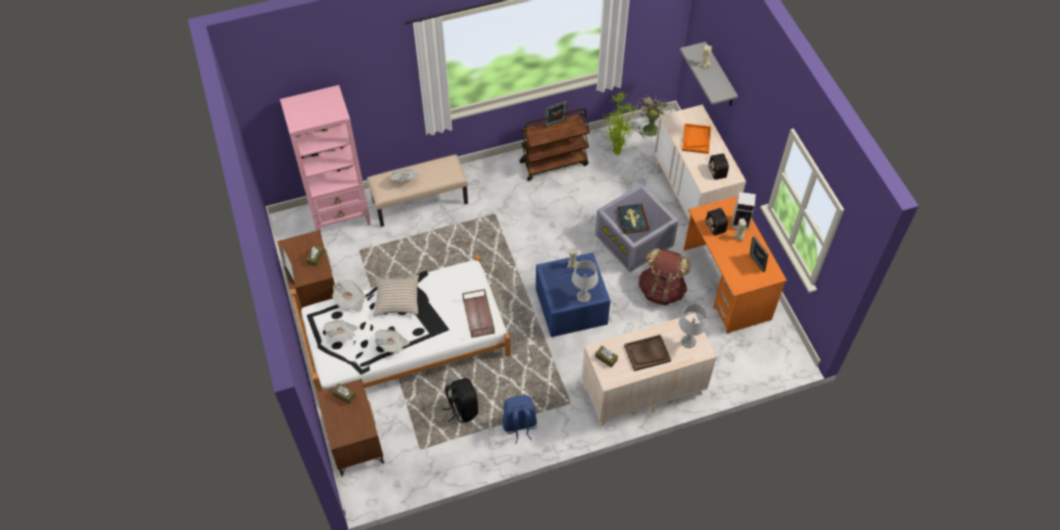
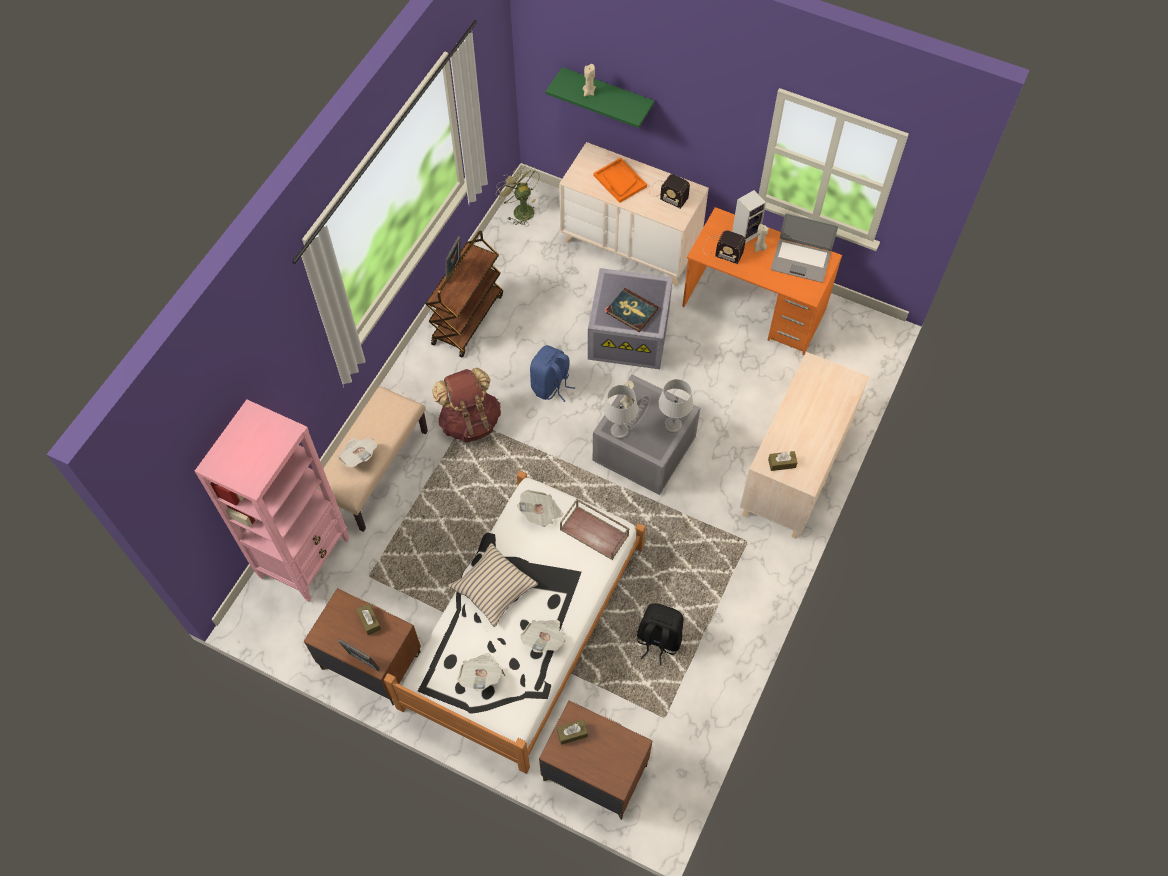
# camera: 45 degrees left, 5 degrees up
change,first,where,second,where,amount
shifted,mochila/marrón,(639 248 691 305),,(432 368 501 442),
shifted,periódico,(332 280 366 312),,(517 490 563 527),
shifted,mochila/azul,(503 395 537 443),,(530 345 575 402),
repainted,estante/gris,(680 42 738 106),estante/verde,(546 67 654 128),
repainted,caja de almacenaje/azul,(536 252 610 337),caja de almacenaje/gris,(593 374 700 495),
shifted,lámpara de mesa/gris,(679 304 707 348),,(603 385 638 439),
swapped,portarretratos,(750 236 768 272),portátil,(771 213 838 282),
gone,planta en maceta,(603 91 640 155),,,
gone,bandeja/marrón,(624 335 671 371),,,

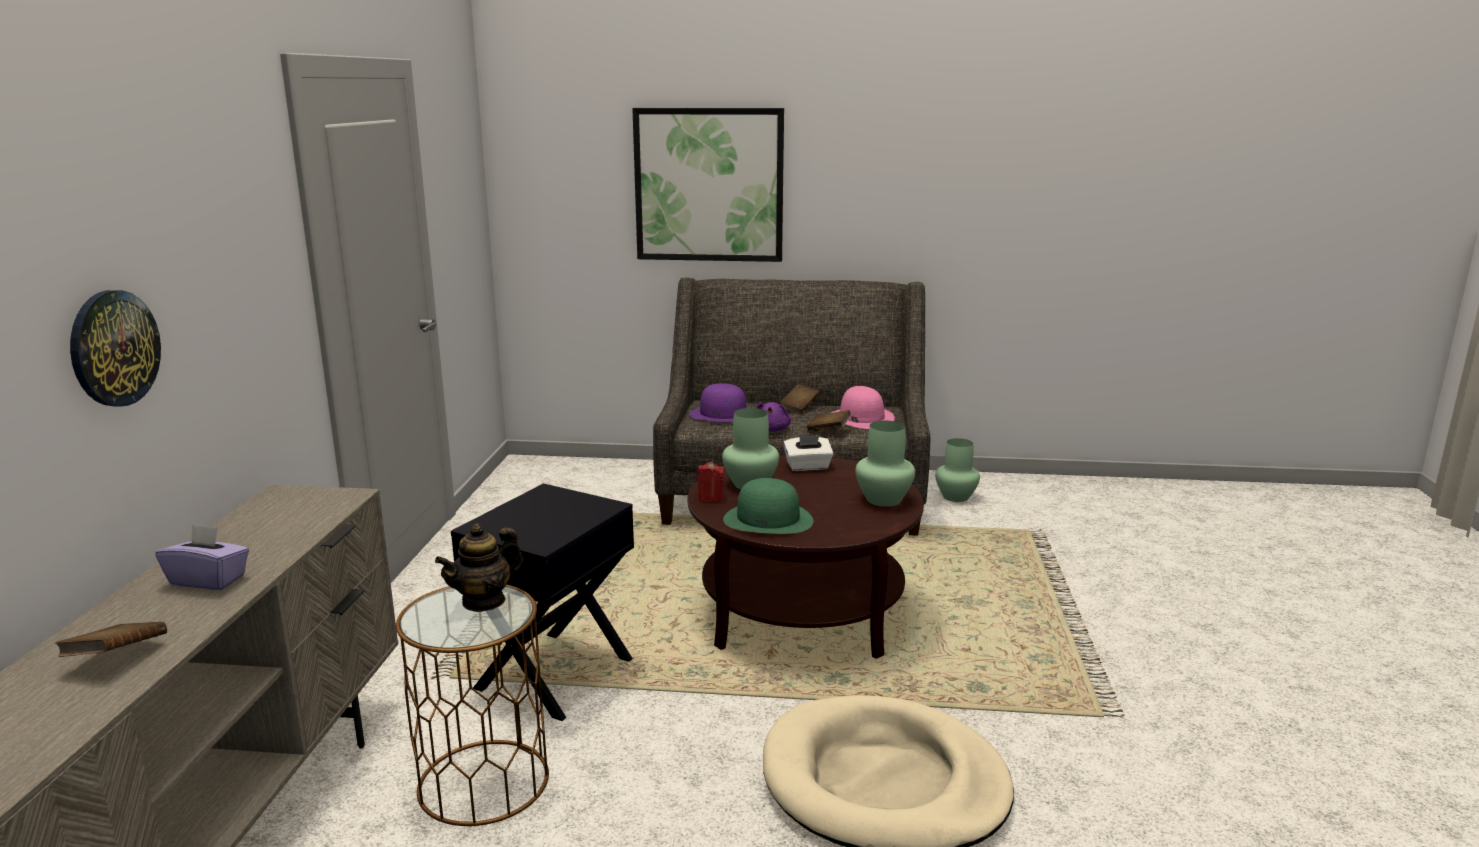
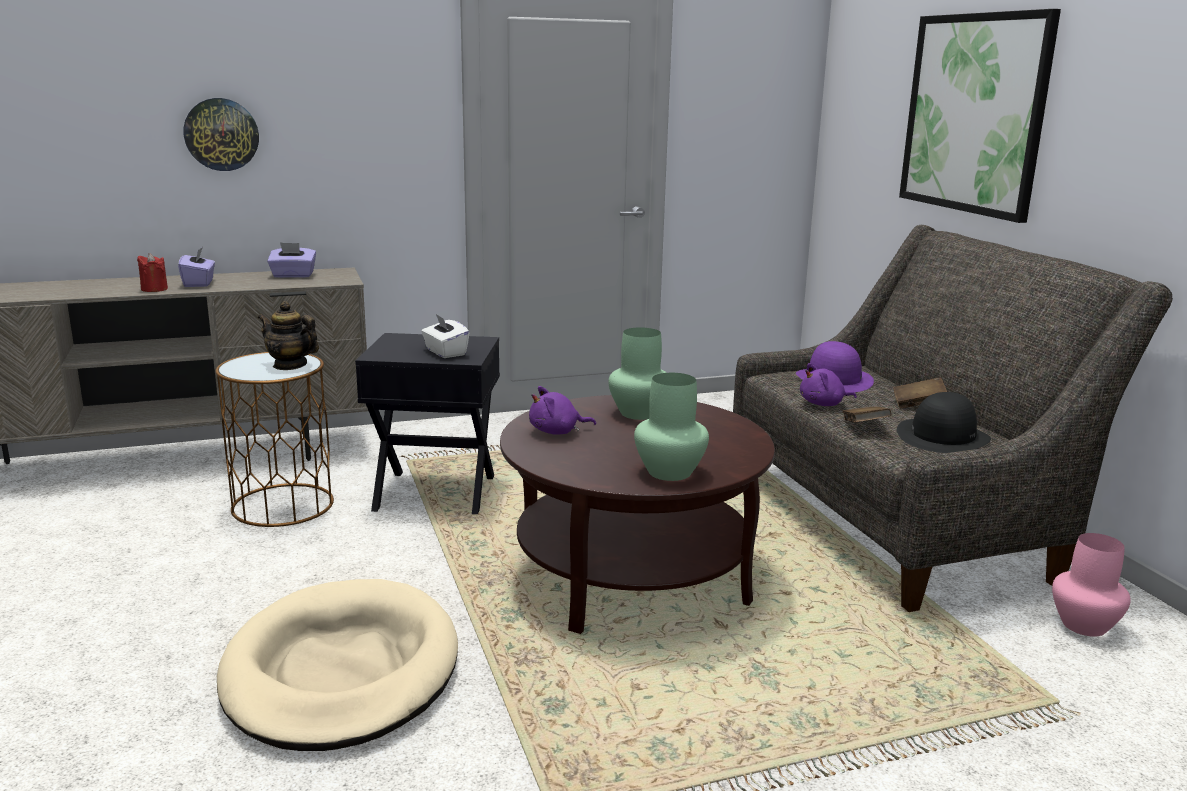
# camera: 65 degrees right, 0 degrees up
change,first,where,second,where,amount
shifted,vela/rojo,(697 462 724 502),,(137 253 168 292),
new,,,caja de pañuelos/morado,(267 242 316 278),
shifted,caja de pañuelos/blanco,(783 435 833 471),,(421 314 469 358),
swapped,sombrero/verde,(723 478 814 534),peluche/morado,(529 386 596 435),
repainted,sombrero/rosa,(831 386 895 429),sombrero/negro,(897 392 991 453),
repainted,florero/verde,(935 438 980 502),florero/rosa,(1052 533 1131 637),
gone,libro/marrón,(55 622 167 657),,,

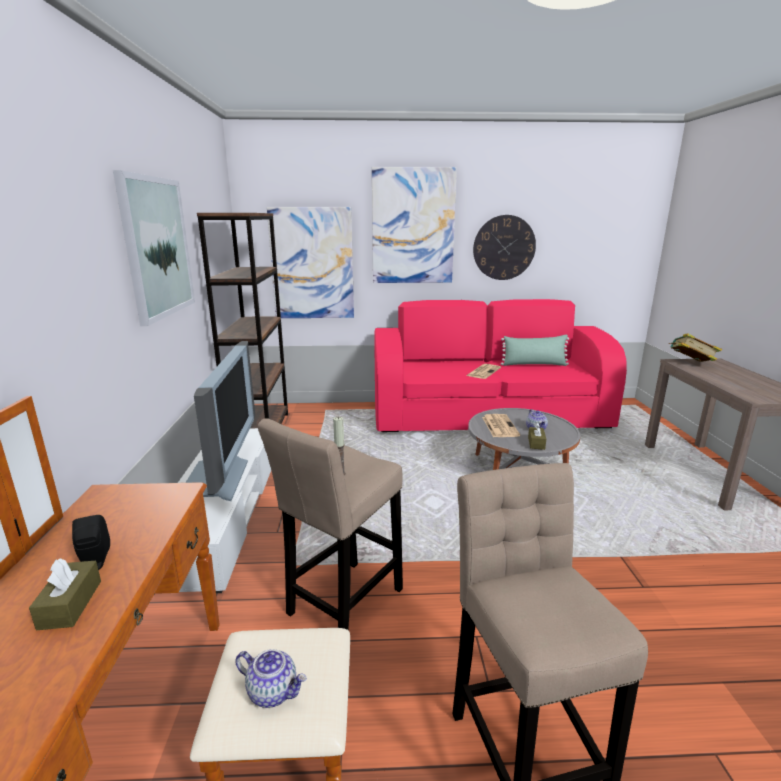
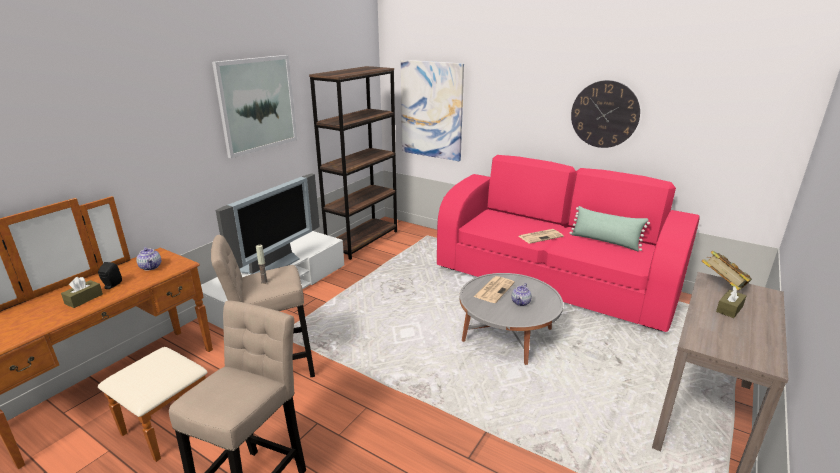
# camera: 35 degrees right, 5 degrees up
change,first,where,second,where,amount
shifted,tetera,(235 649 307 708),,(136 247 161 271),
shifted,caja de pañuelos/marrón,(528 422 546 450),,(716 286 746 318),
gone,cuadro,(372 167 457 283),,,

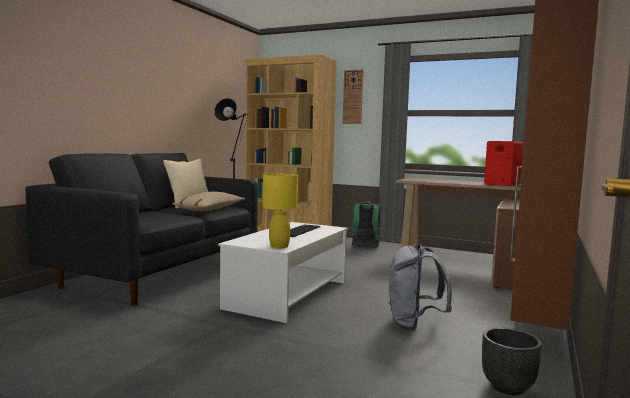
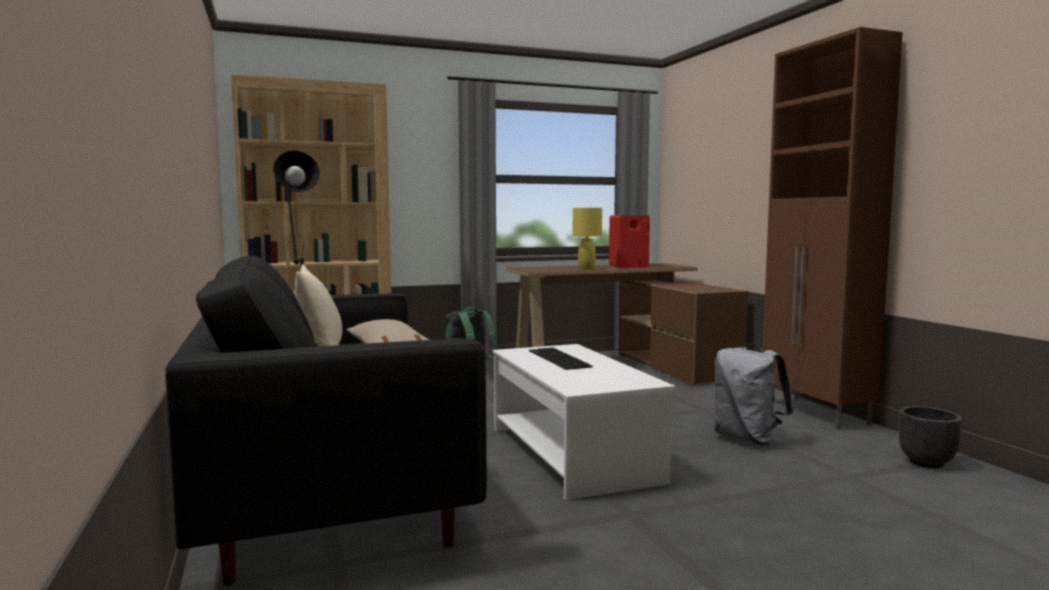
# camera: 45 degrees left, 0 degrees up
change,first,where,second,where,amount
shifted,lámpara de mesa/amarillo,(263 173 298 248),,(573 208 602 270),
gone,reloj de pared,(342 70 363 124),,,

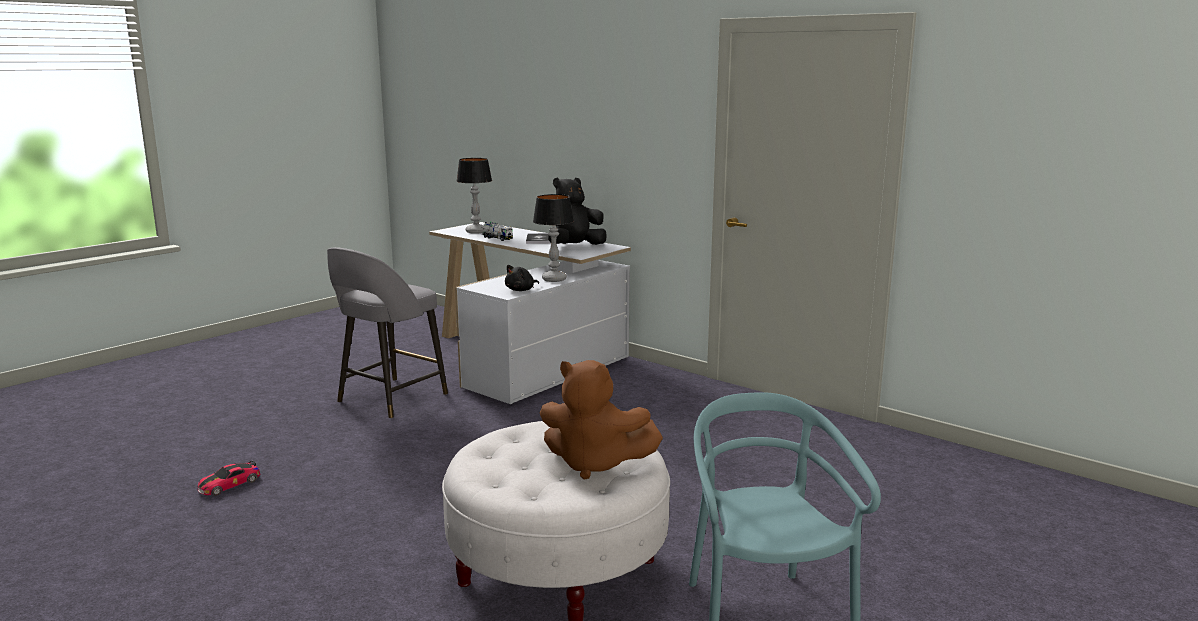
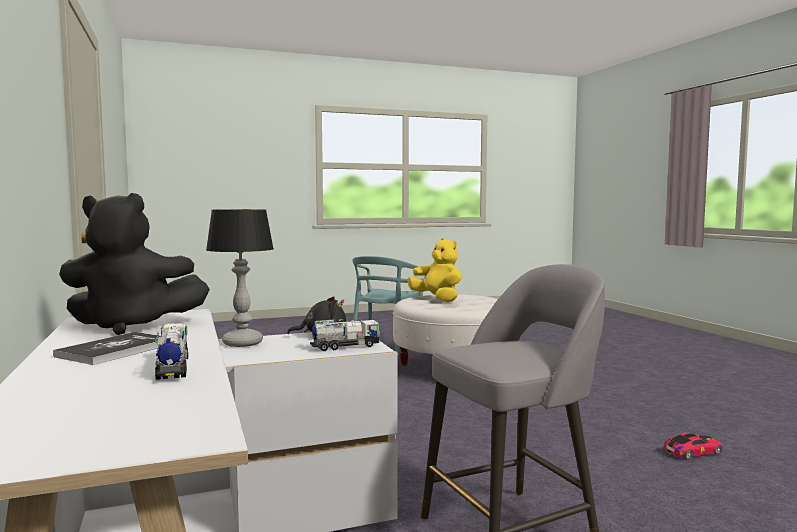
# camera: 150 degrees left, 10 degrees down
change,first,where,second,where,amount
new,,,camión de juguete,(310 319 379 351),
repainted,peluche/marrón,(540 360 663 480),peluche/amarillo,(408 238 462 302),
gone,lámpara de mesa,(457 158 492 234),,,

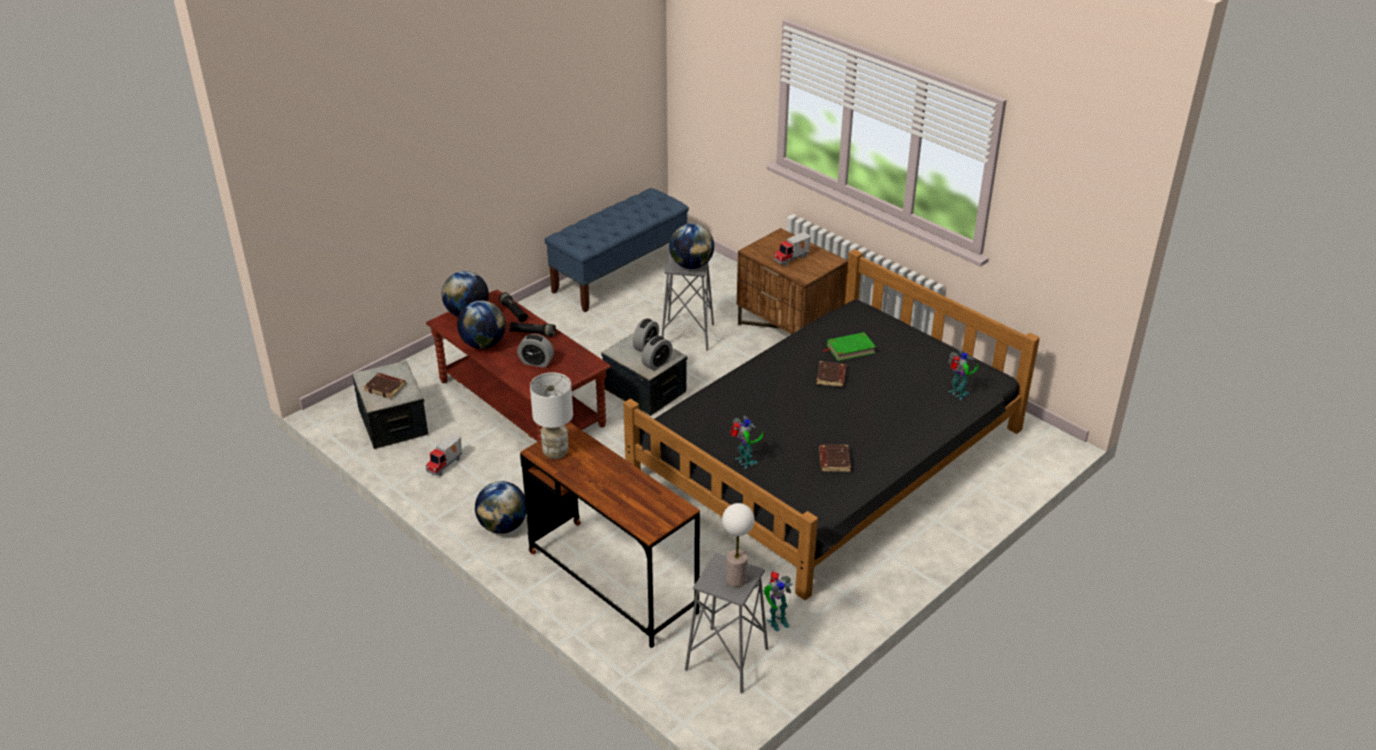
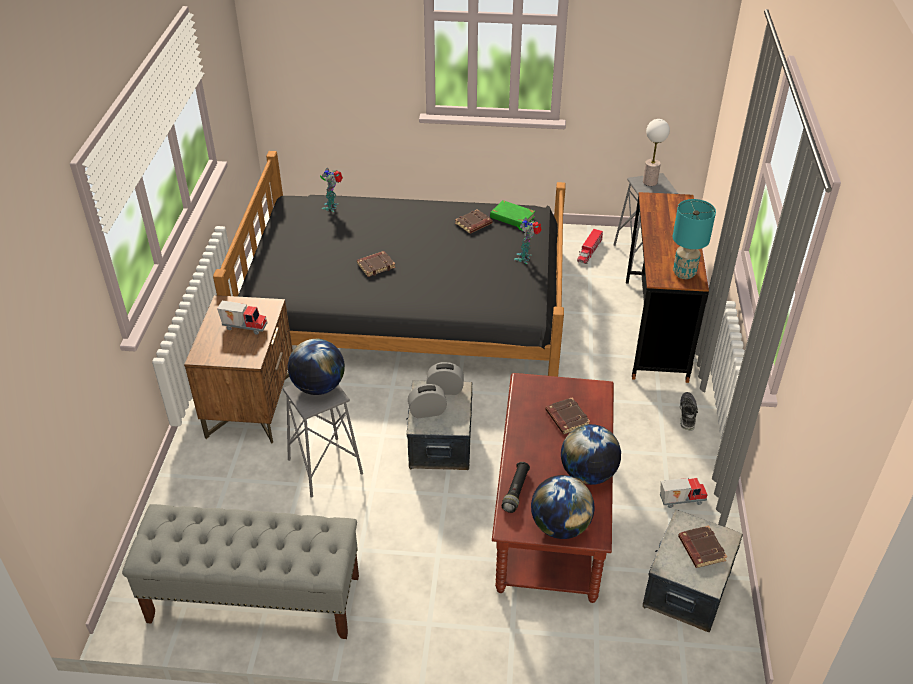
# camera: 130 degrees left, 5 degrees up
change,first,where,second,where,amount
repainted,banco/azul,(544 188 689 312),banco/gris,(122 504 359 639),
shifted,libro/verde,(822 332 876 361),,(490 200 535 227),
swapped,despertador,(517 334 554 368),libro/marrón,(545 398 590 434),
swapped,robot de juguete,(763 571 793 631),camión de juguete,(577 229 603 264),
repainted,lámpara de mesa/blanco,(530 372 573 459),lámpara de mesa/turquesa,(673 199 716 279),
swapped,globo terráqueo,(475 481 526 534),zapato,(680 392 698 431),
gone,linterna/negro,(510 322 556 336),,,

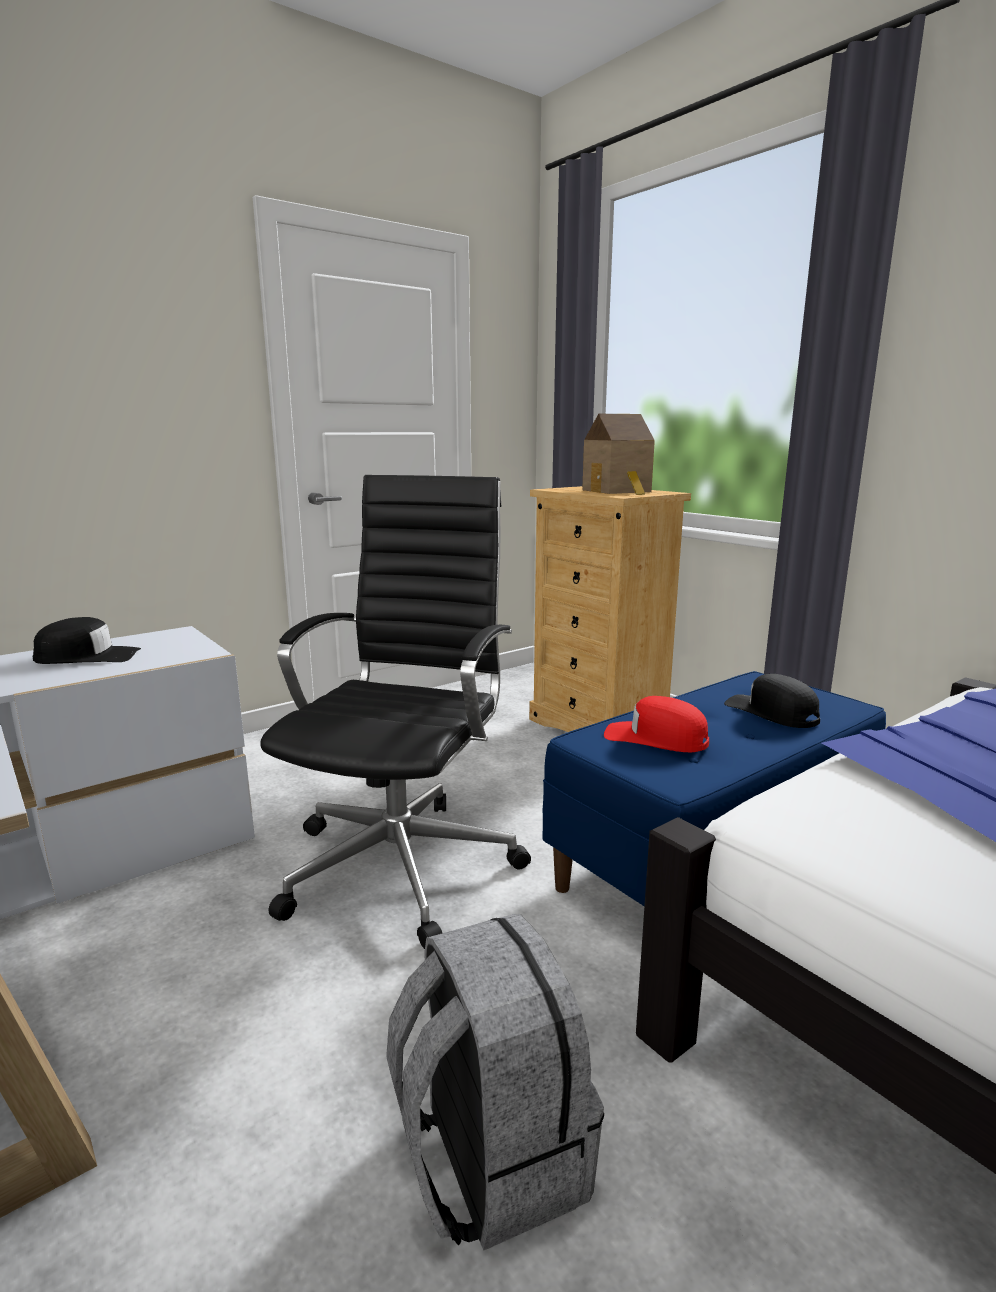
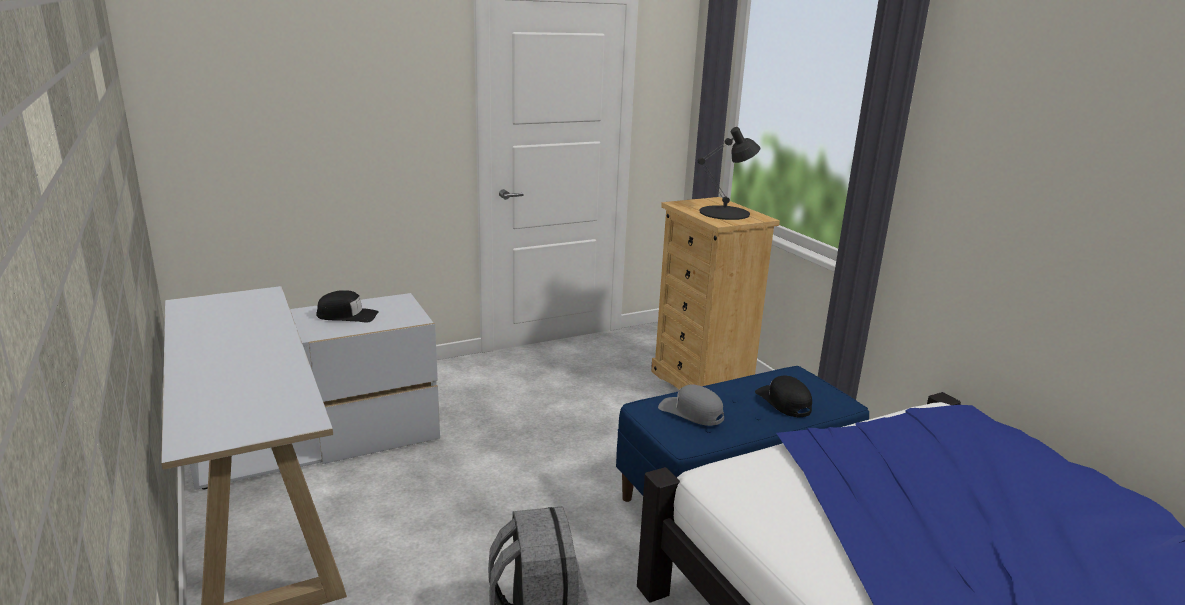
# camera: 10 degrees right, 5 degrees up
change,first,where,second,where,amount
repainted,gorra/rojo,(604 696 709 752),gorra/gris,(658 384 724 426),
swapped,casita,(582 414 655 495),lámpara de mesa/negro,(698 127 760 220),
gone,silla de oficina/negro,(260 475 531 949),,,

